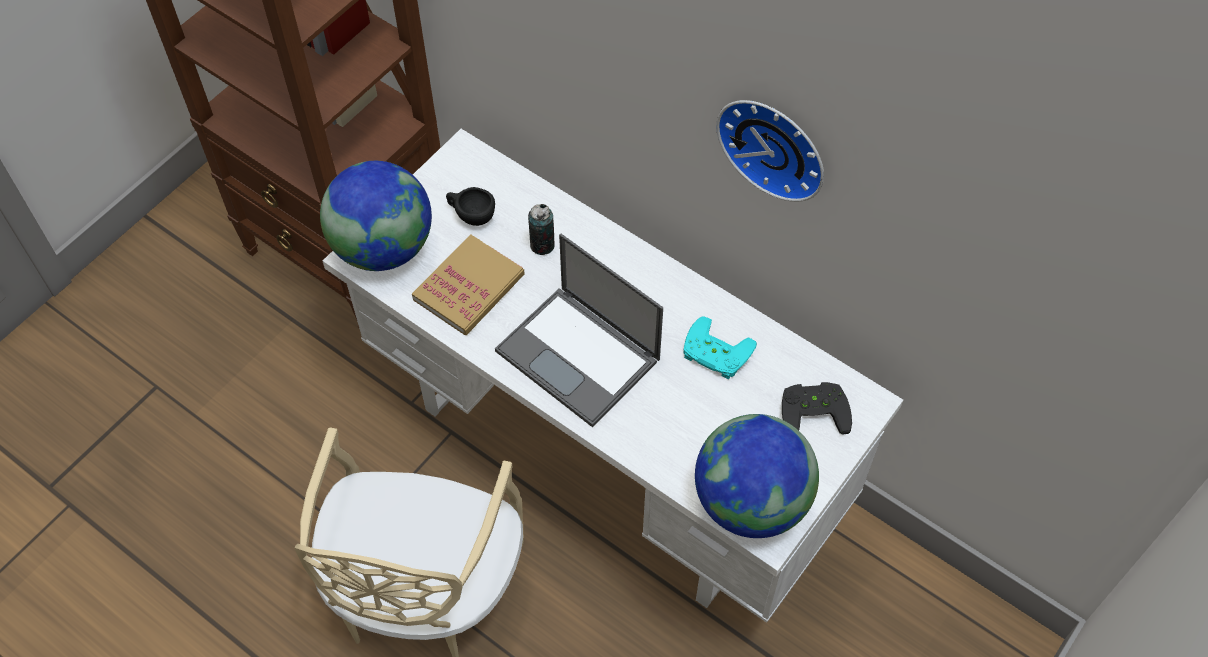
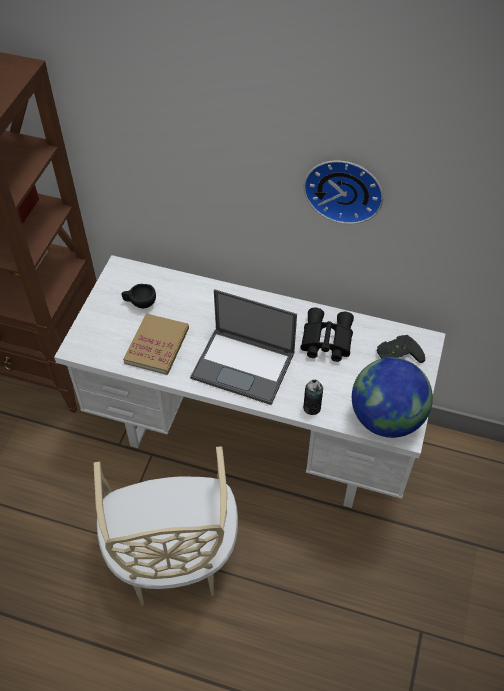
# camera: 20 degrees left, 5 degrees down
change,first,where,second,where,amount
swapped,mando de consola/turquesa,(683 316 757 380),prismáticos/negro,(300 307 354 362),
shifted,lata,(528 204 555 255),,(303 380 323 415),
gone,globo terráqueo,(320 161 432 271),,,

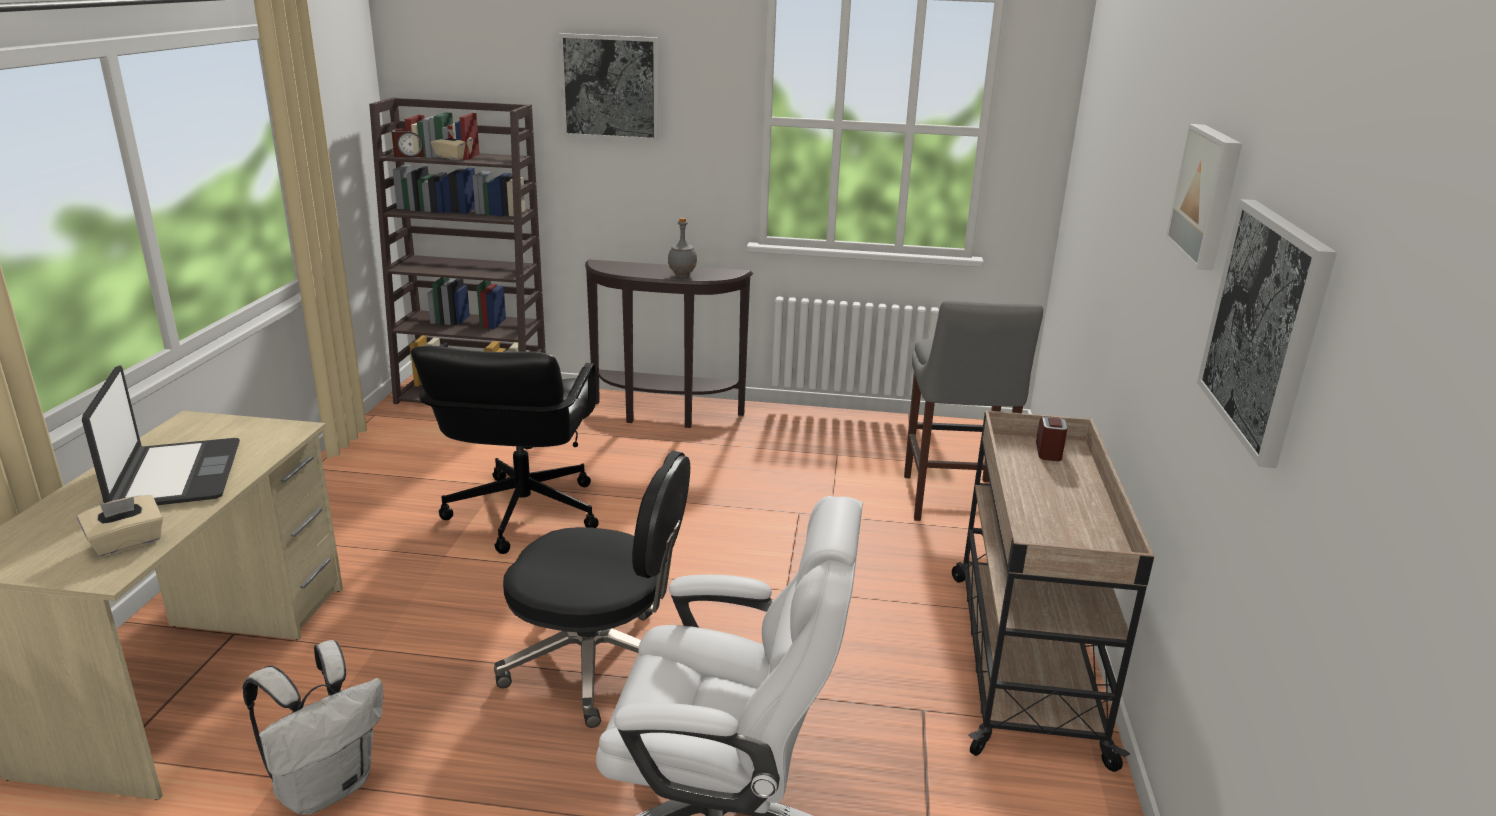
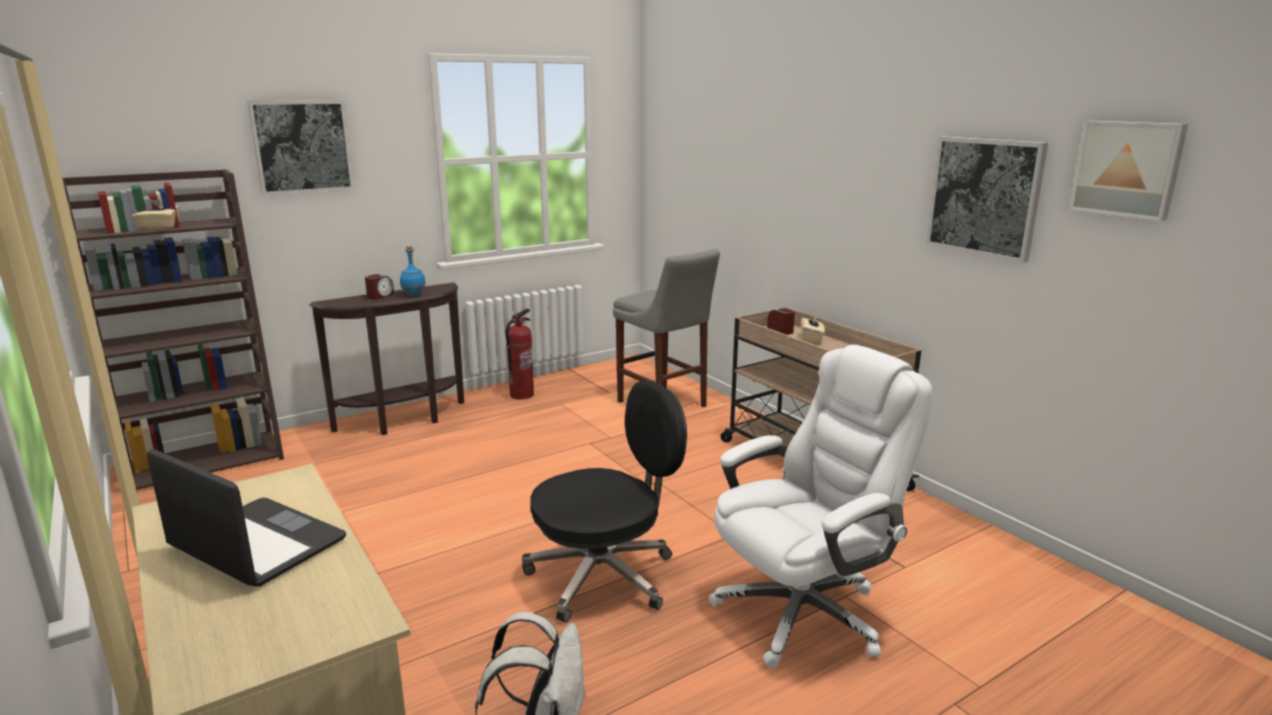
# camera: 40 degrees left, 5 degrees down
change,first,where,second,where,amount
shifted,despertador,(392 129 424 157),,(365 274 394 300),
repainted,botella/gris,(668 218 697 277),botella/azul,(400 246 426 296),
new,,,extintor,(505 309 534 400),
shifted,caja de pañuelos/beis,(77 495 163 557),,(801 315 825 344),
shifted,cuadro,(1165 124 1242 271),,(1069 121 1188 221),
gone,silla de oficina/negro,(411 346 599 554),,,

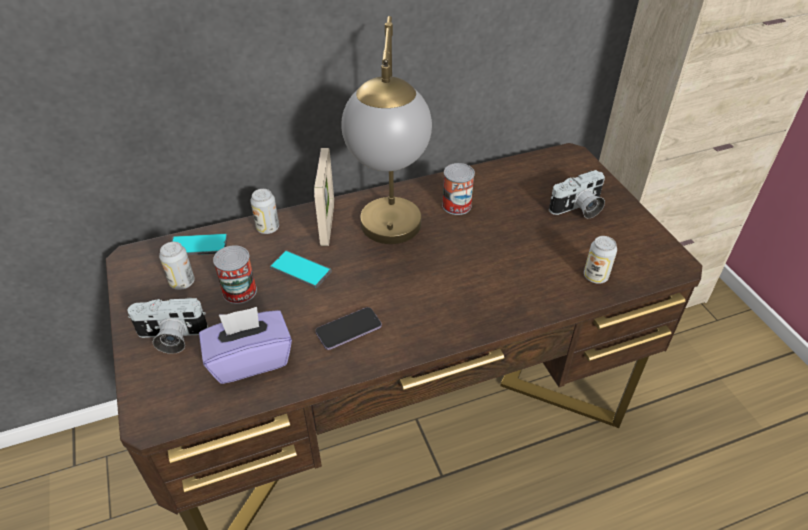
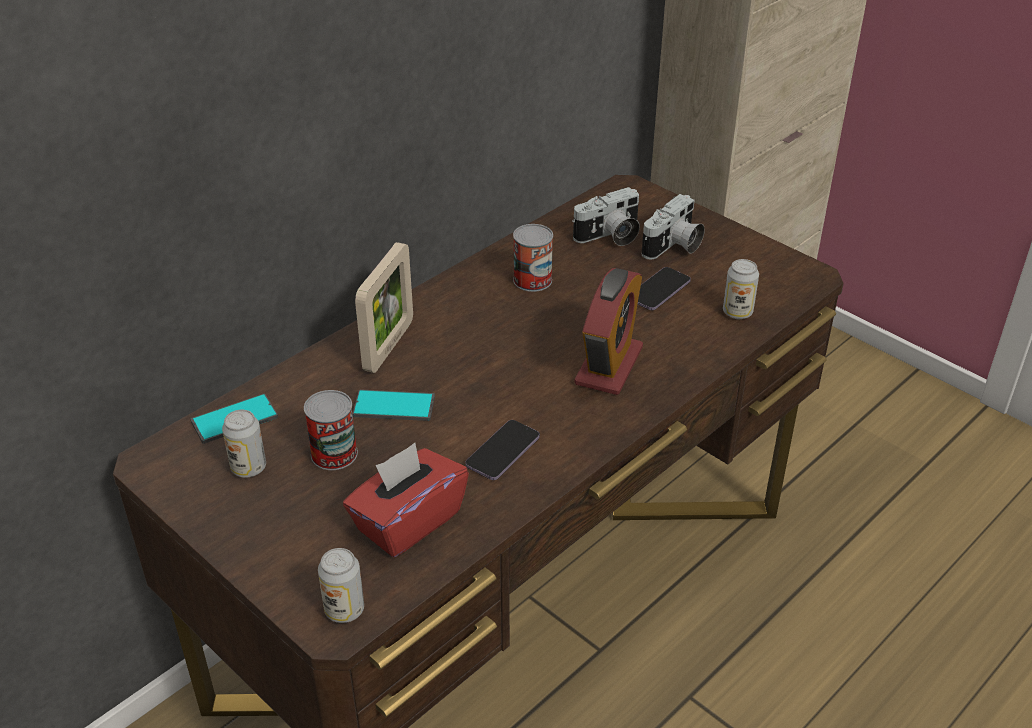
# camera: 25 degrees left, 5 degrees down
change,first,where,second,where,amount
shifted,lata,(250 189 279 234),,(318 548 364 623),
repainted,caja de pañuelos/morado,(199 307 292 384),caja de pañuelos/rojo,(343 443 469 557),
rotated,portarretratos,(314 148 334 246),,(355 242 413 373),45 degrees clockwise
shifted,cámara,(127 297 208 354),,(572 187 640 246),
new,,,despertador,(574 268 643 395),
new,,,móvil,(638 267 691 310),
gone,lámpara de mesa,(342 16 432 244),,,

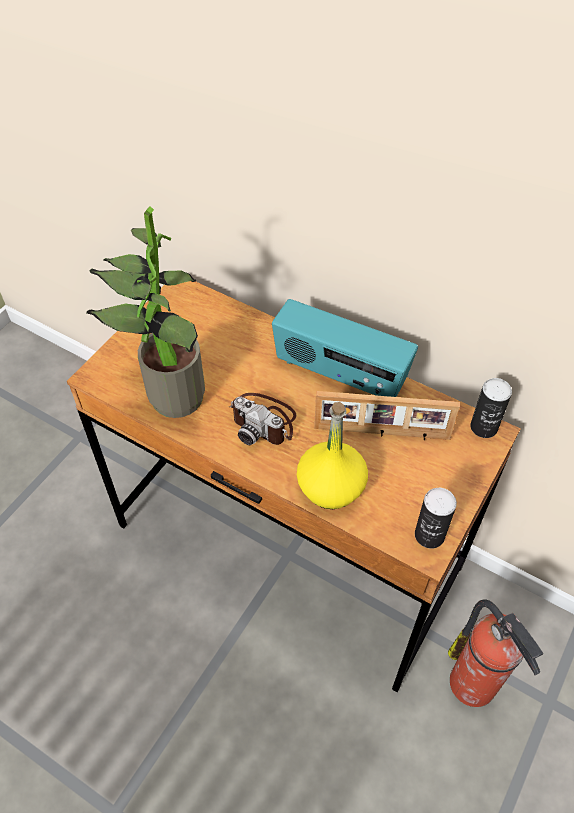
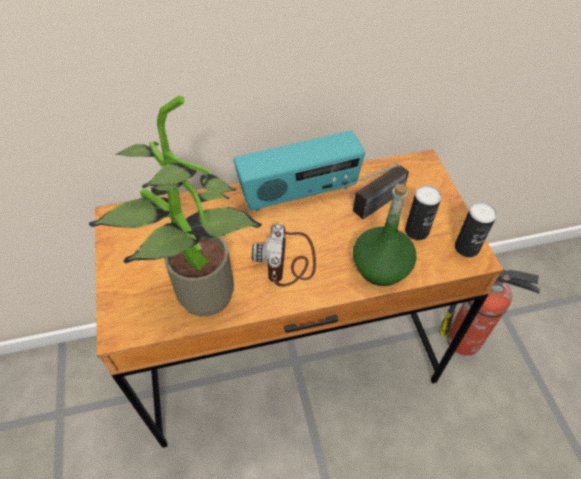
# camera: 45 degrees left, 0 degrees up
change,first,where,second,where,amount
rotated,cámara,(229 393 296 445),,(252 223 316 287),105 degrees clockwise
swapped,portarretratos,(314 391 460 440),radio,(333 164 409 219),
repainted,botella/amarillo,(297 402 368 509),botella/verde,(353 184 417 286),
shifted,lata,(470 378 512 438),,(405 185 442 240),

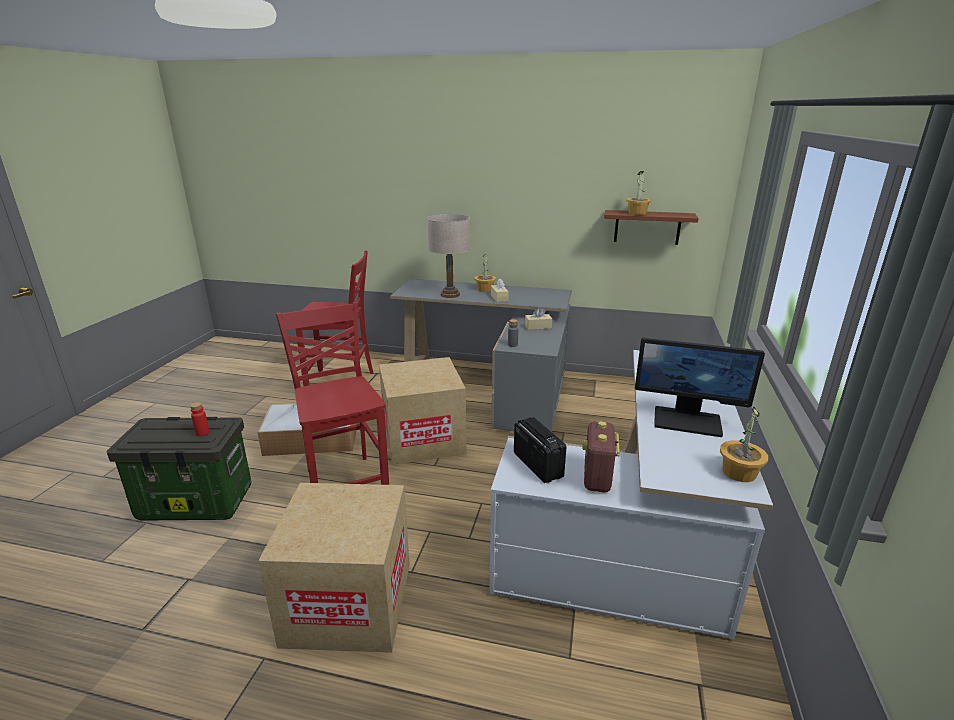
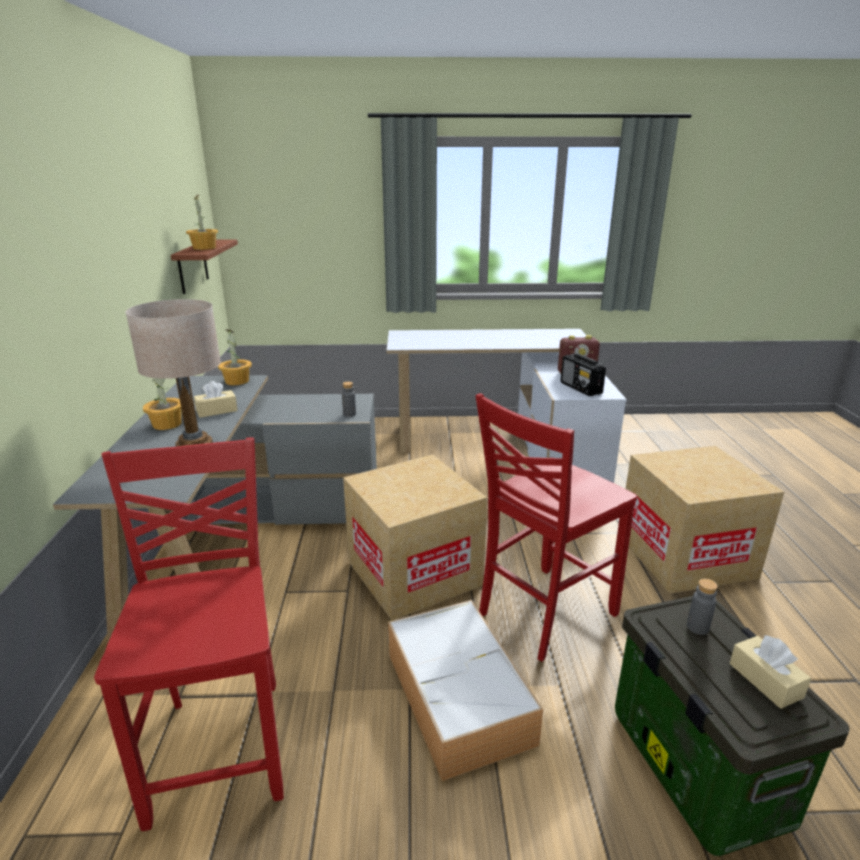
# camera: 105 degrees left, 0 degrees up
change,first,where,second,where,amount
shifted,planta en maceta,(720 406 768 482),,(218 329 252 385),
rotated,radio,(514 417 566 483),,(561 353 606 396),75 degrees counterclockwise
repainted,botella/rojo,(190 402 210 436),botella/gris,(687 579 718 635),
shifted,caja de pañuelos/beis,(525 307 552 330),,(730 635 811 709),
gone,monitor,(635 338 765 437),,,

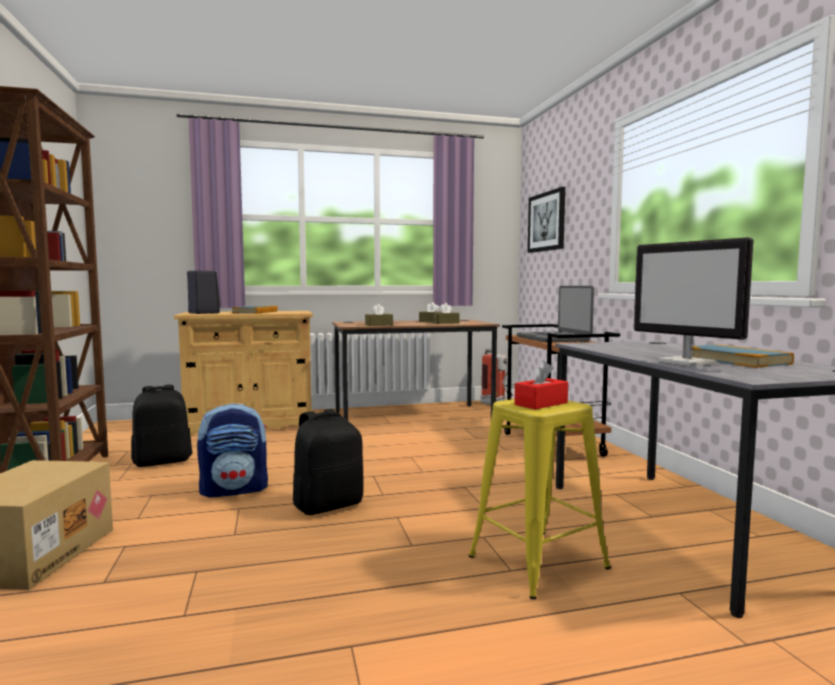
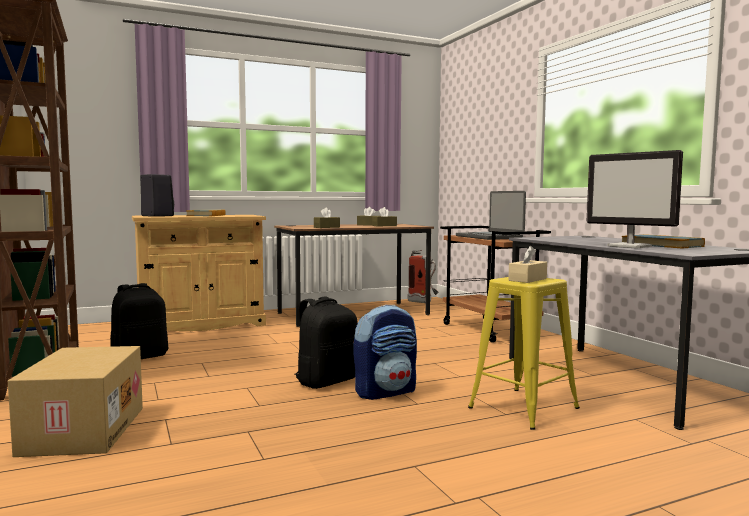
# camera: 10 degrees left, 0 degrees up
change,first,where,second,where,amount
shifted,mochila,(197 403 268 497),,(354 305 417 400),
repainted,caja de pañuelos/rojo,(514 361 568 410),caja de pañuelos/beis,(508 246 547 283),
gone,cuadro,(528 187 565 253),,,

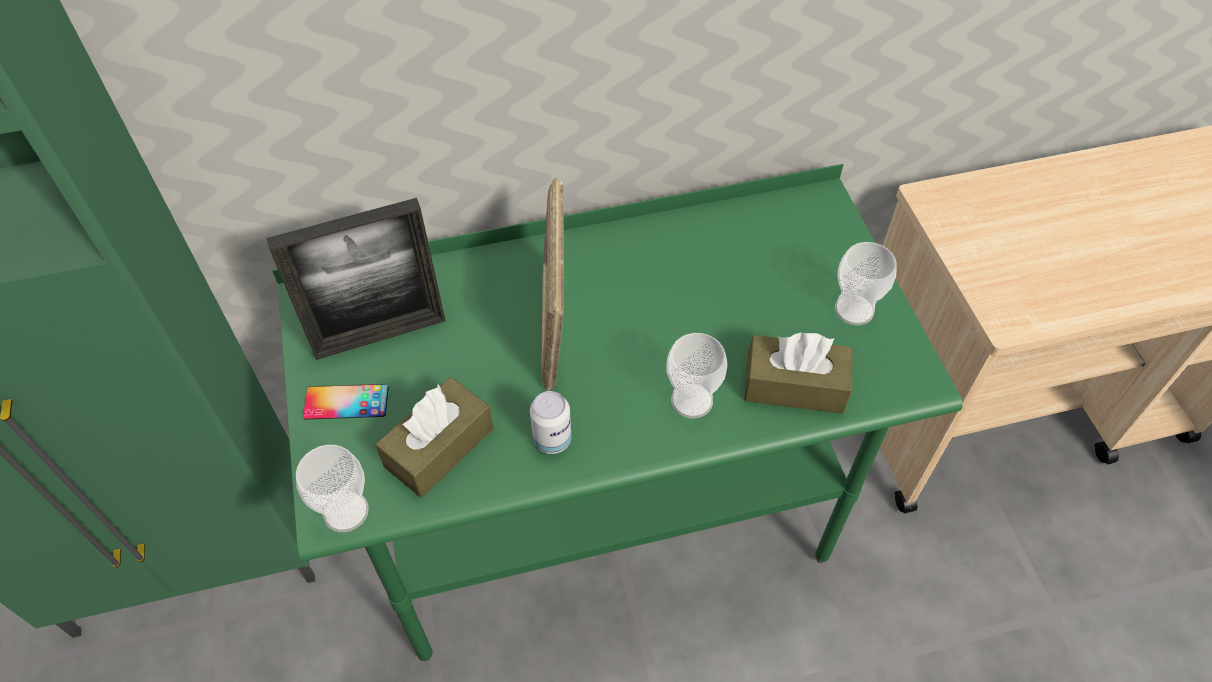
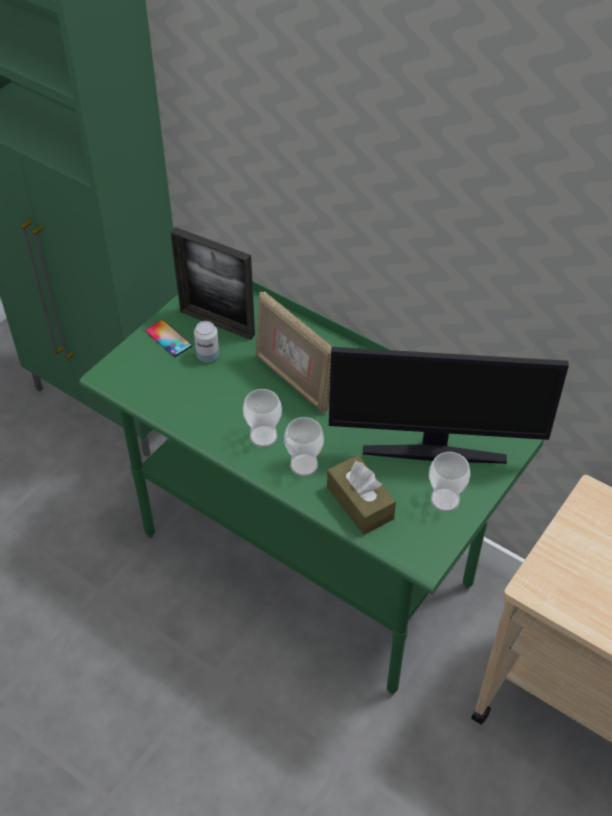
# camera: 50 degrees right, 5 degrees down
change,first,where,second,where,amount
shifted,lata,(530 391 571 454),,(194 321 219 362),
shifted,taza,(296 445 369 532),,(243 389 282 447),
rotated,portarretratos,(541 178 564 391),,(255 292 333 414),90 degrees counterclockwise
new,,,monitor,(329 347 569 464),
gone,caja de pañuelos/marrón,(375 377 493 498),,,

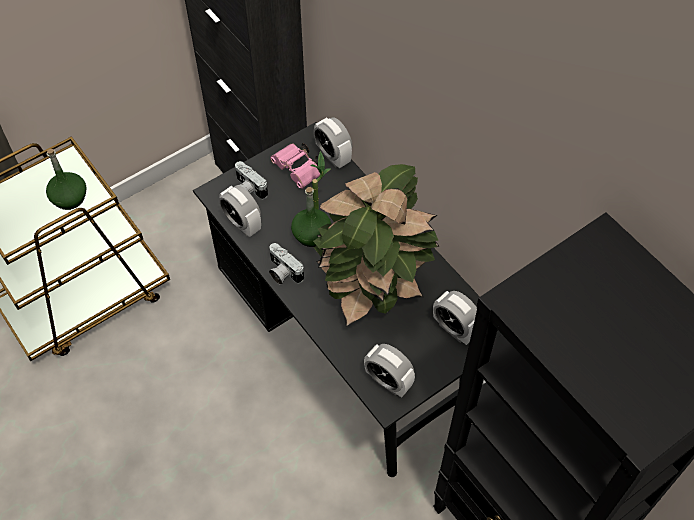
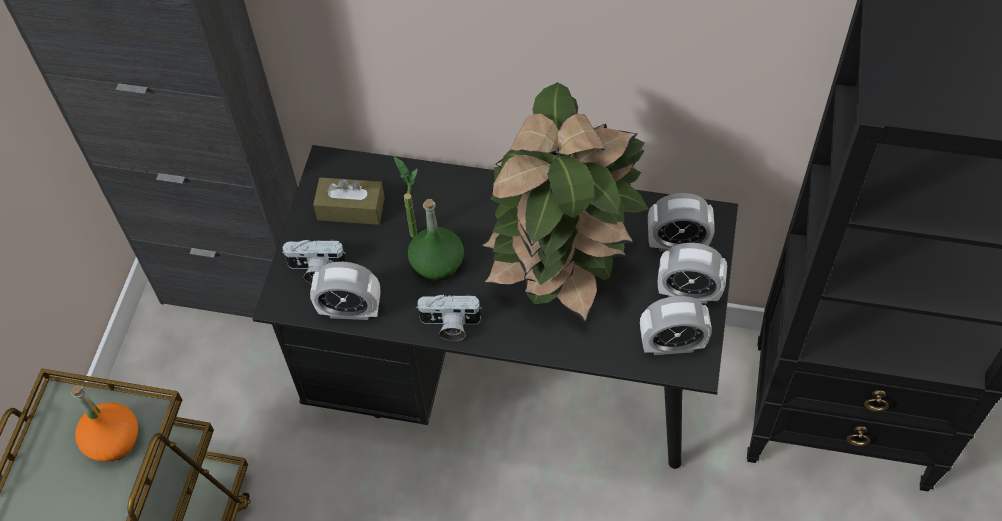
# camera: 40 degrees left, 0 degrees up
change,first,where,second,where,amount
repainted,botella/verde,(46 149 87 210),botella/naranja,(71 385 138 462),
swapped,prismáticos/rosa,(270 143 320 189),caja de pañuelos/marrón,(313 177 385 225),
shifted,despertador,(313 117 352 168),,(658 243 727 304),

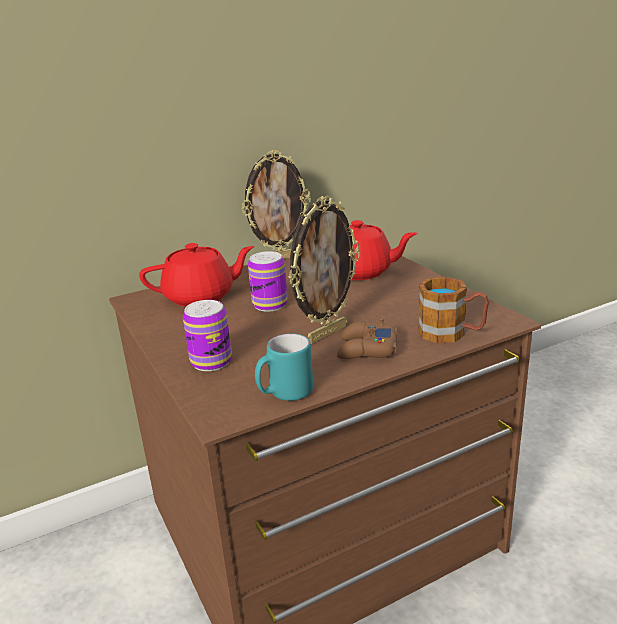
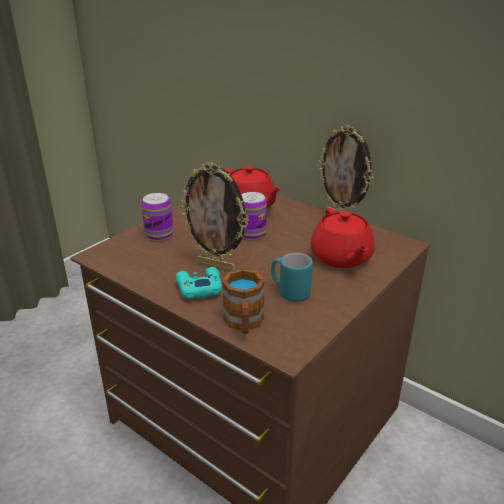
# camera: 65 degrees right, 5 degrees up
change,first,where,second,where,amount
repainted,mando de consola/marrón,(337 318 397 359),mando de consola/turquesa,(176 267 222 299),
shifted,taza grande/turquesa,(255 334 313 401),,(271 253 313 302),

